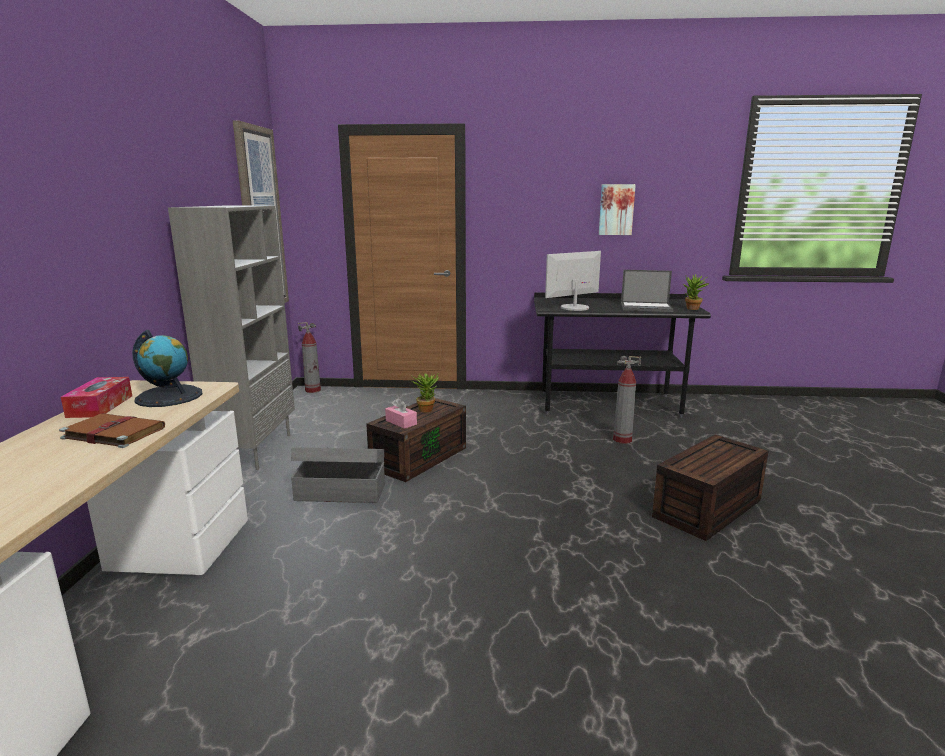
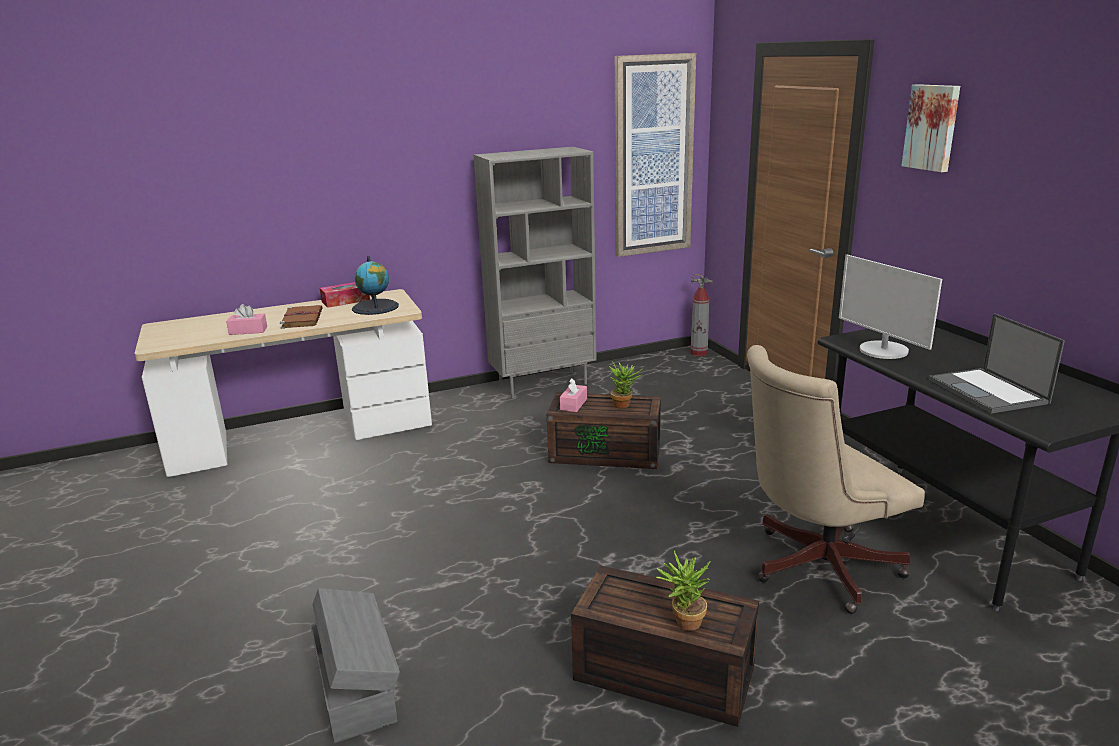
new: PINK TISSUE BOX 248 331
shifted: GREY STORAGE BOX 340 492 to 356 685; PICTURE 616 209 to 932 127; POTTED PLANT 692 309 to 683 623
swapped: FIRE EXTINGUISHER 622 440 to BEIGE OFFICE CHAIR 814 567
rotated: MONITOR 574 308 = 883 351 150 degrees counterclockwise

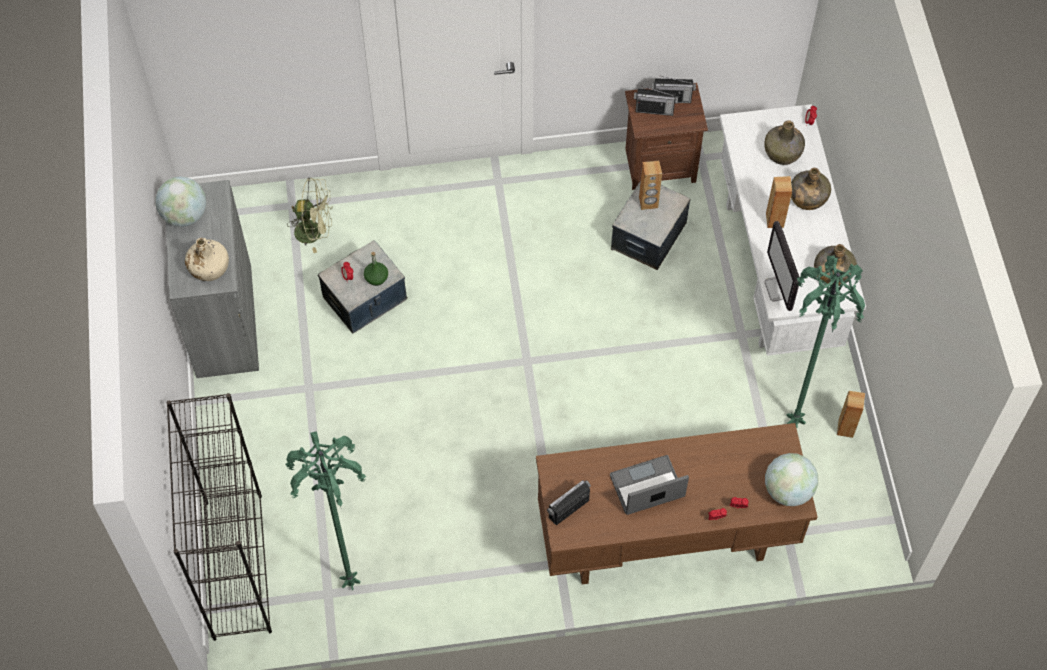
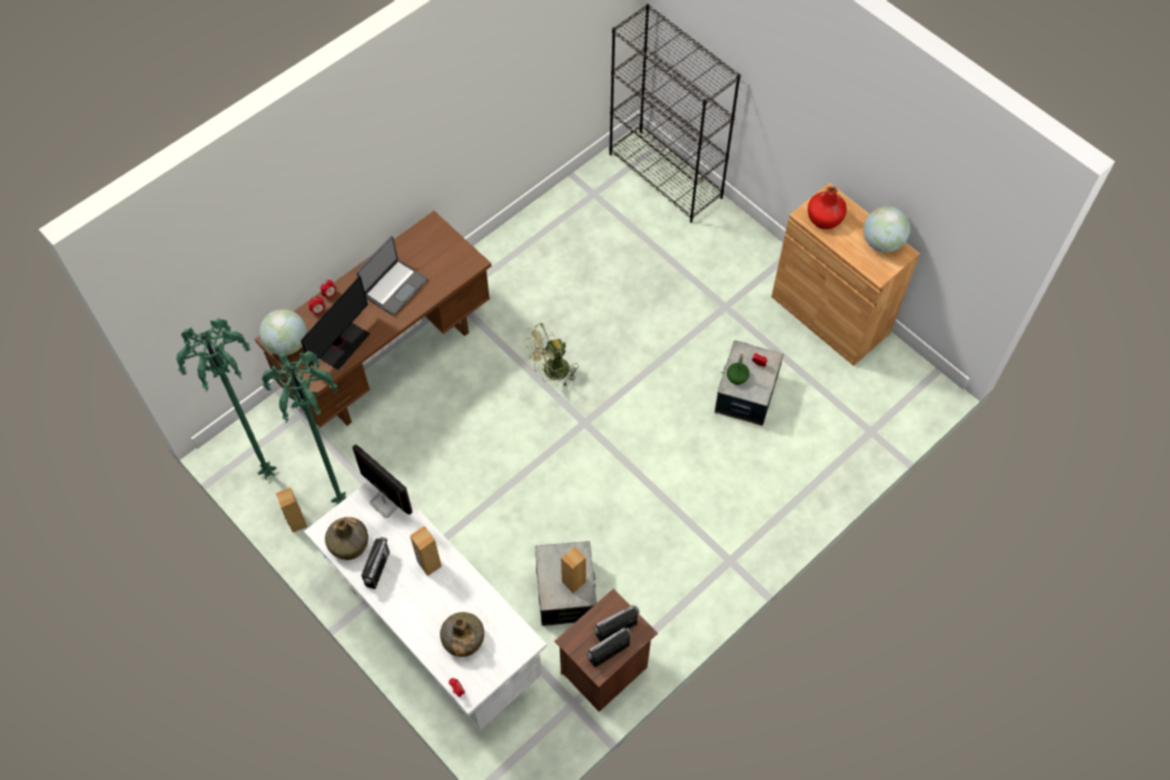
gone: GREEN BOTTLE 807 197
new: MONITOR 340 344
shifted: GREEN FLOOR LAMP 349 581 to 269 474; GREEN FAN 315 231 to 551 372; RADIO 569 509 to 377 569
repainted: GREY CABINET 224 320 to BROWN CABINET 830 315; BEIGE BOTTLE 209 267 to RED BOTTLE 825 218

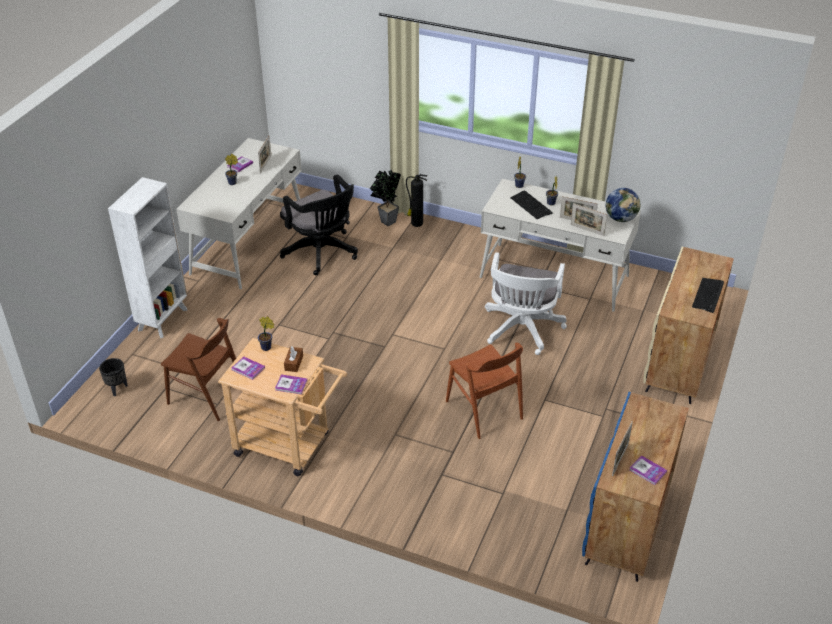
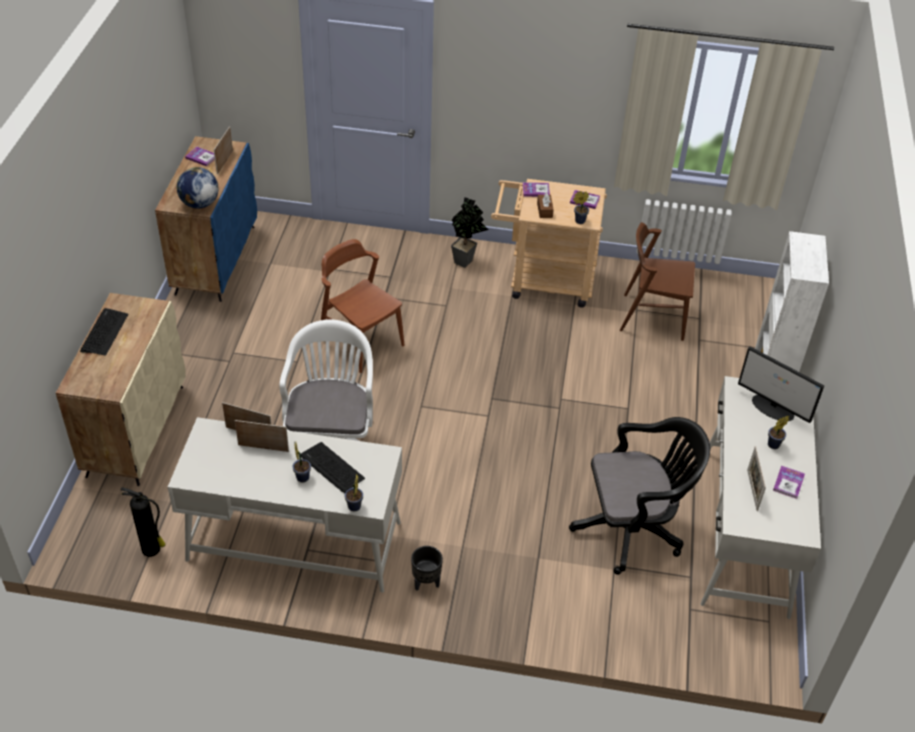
new: MONITOR 773 408
shifted: BLACK PLANTER 117 388 to 426 582; POTTED PLANT 385 222 to 466 260; FIRE EXTINGUISHER 416 223 to 152 549; GLOBE 621 218 to 199 204
rotated: BLACK OFFICE CHAIR 322 253 = 633 528 135 degrees clockwise

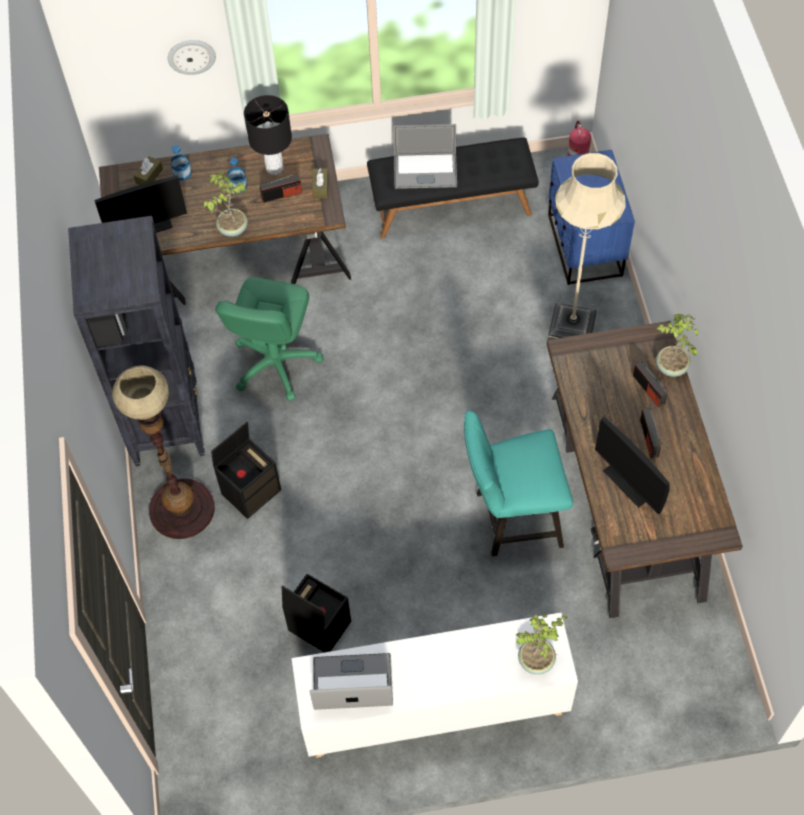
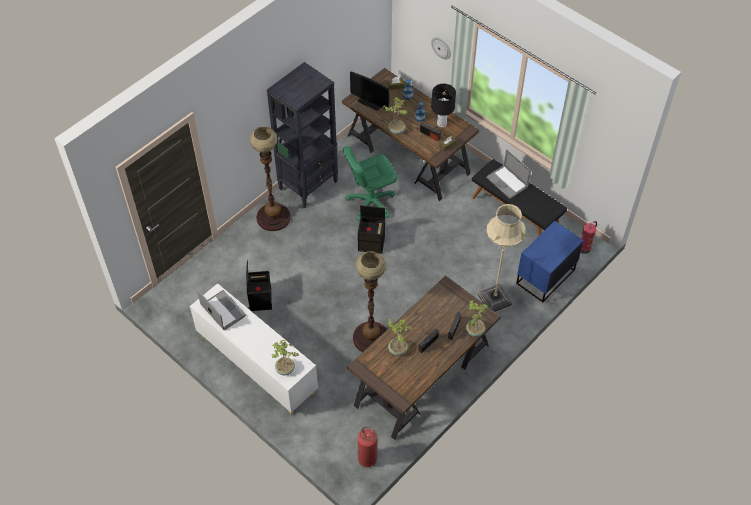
new: FIRE EXTINGUISHER 367 459
shifted: BLACK STORAGE BOX 251 490 to 372 243
swapped: TURQUOISE CHAIR 511 519 to FLOOR LAMP 371 337; MONITOR 629 482 to POTTED PLANT 398 349

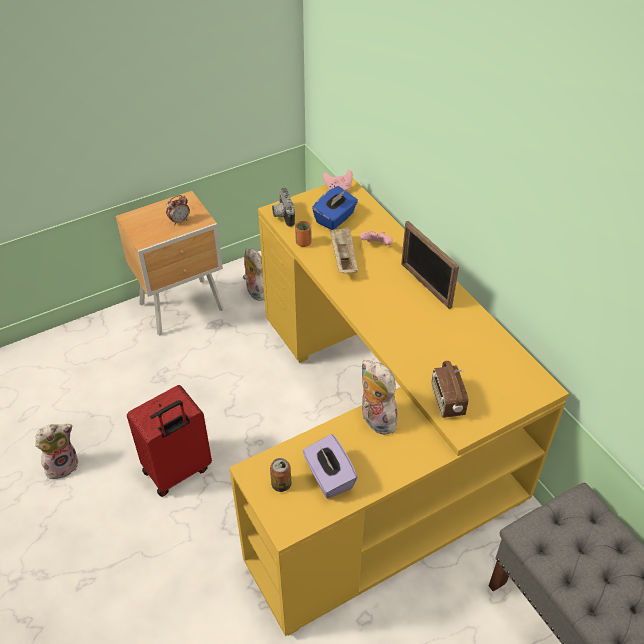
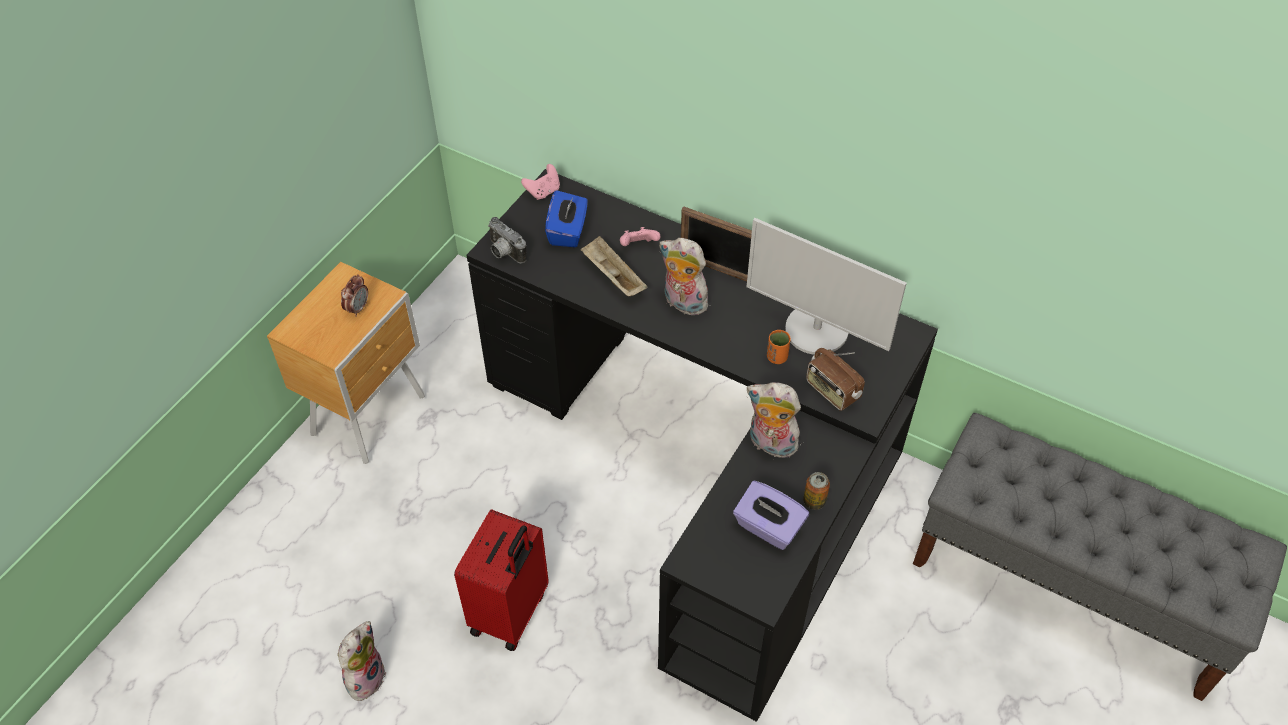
new: MONITOR 816 330
shifted: PLUSH TOY 255 291 to 682 303; CAN 281 484 to 814 501; ORANGE CUP 303 243 to 777 357
repainted: YELLOW DESK 374 441 to BLACK DESK 706 470

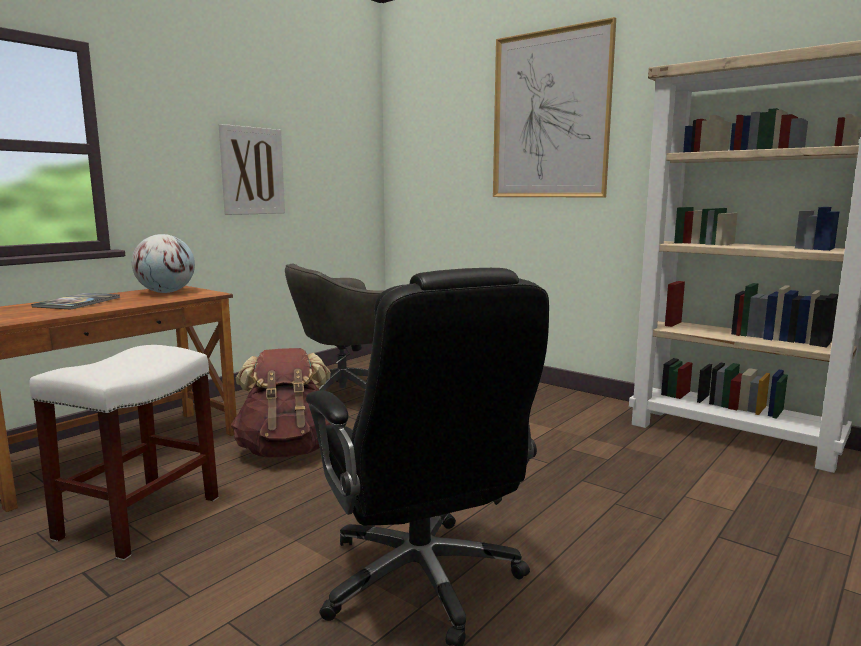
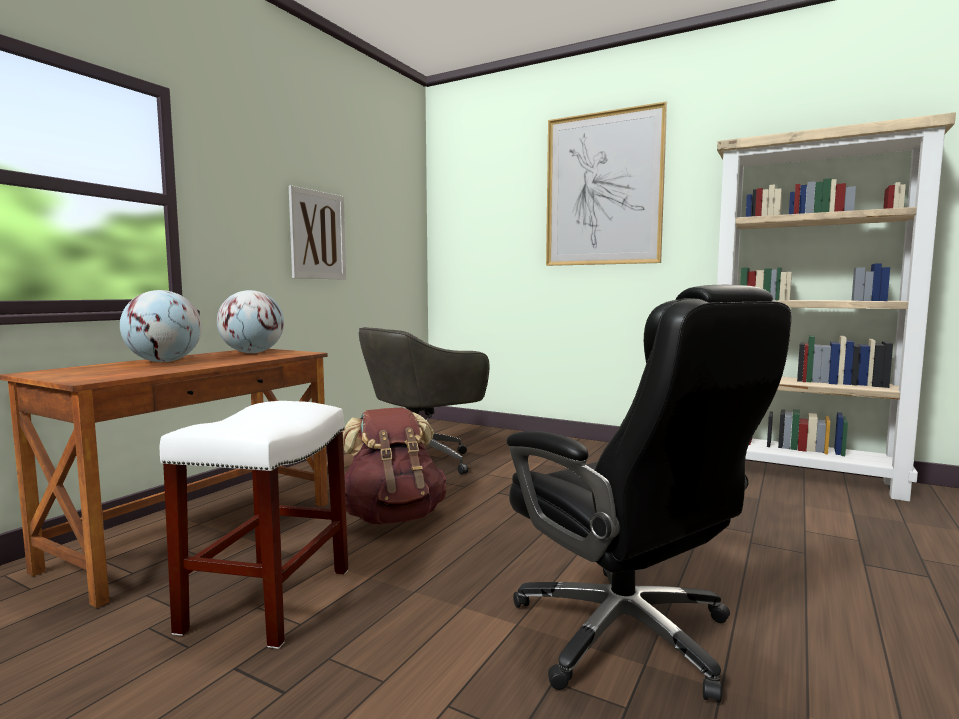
swapped: BOOK 78 302 to GLOBE 164 362

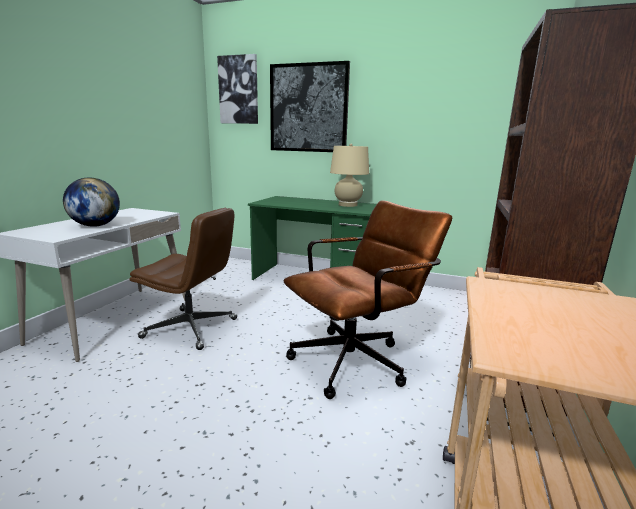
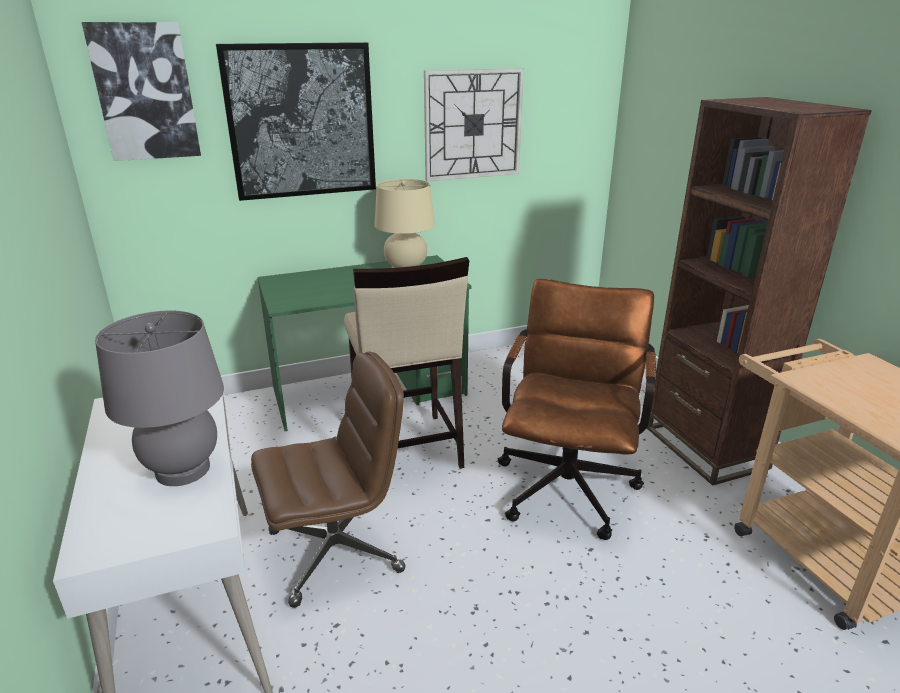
new: BEIGE STOOL 406 449; WALL CLOCK 473 124
swapped: GLOBE 95 225 to GREY TABLE LAMP 183 470

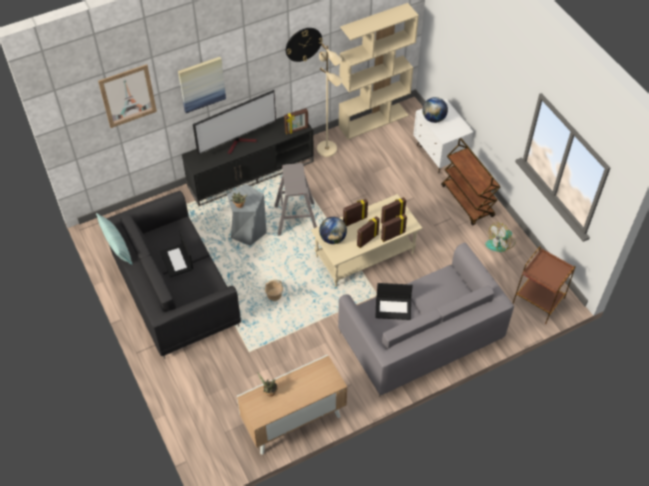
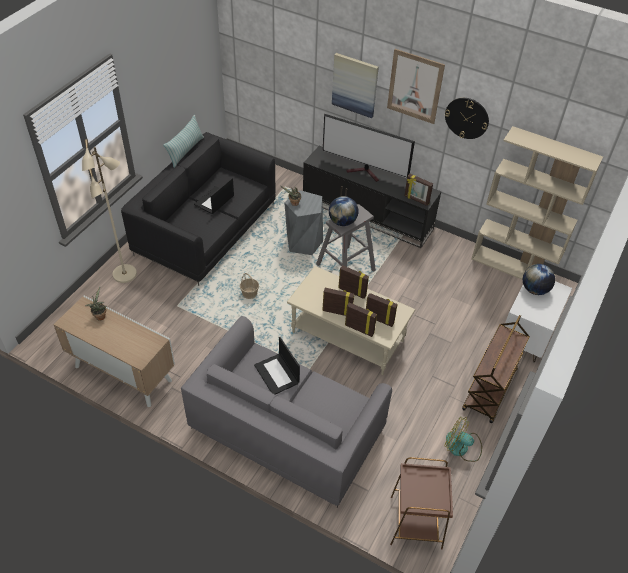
shifted: PICTURE 128 96 to 415 86; BEIGE FLOOR LAMP 327 149 to 125 274; GLOBE 333 238 to 342 222

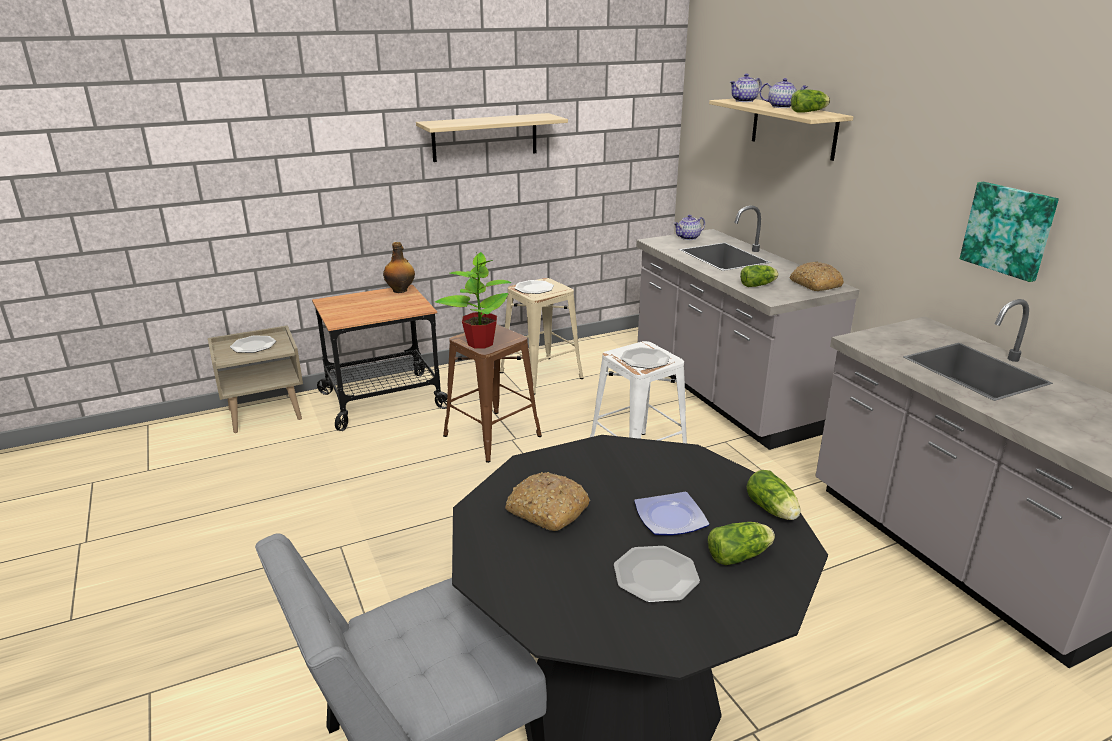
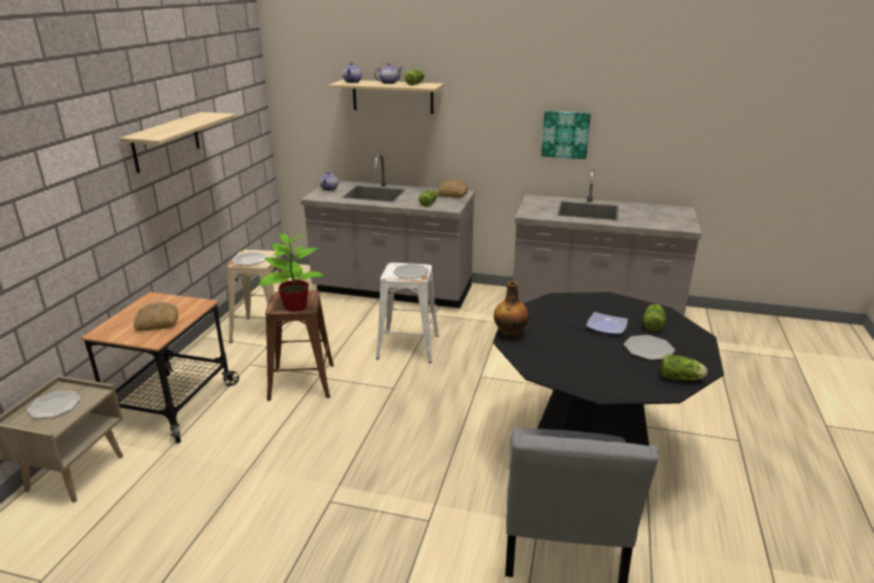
shifted: BOTTLE 400 290 to 510 333; BREAD 546 511 to 157 323; LETTUCE 773 511 to 682 378

